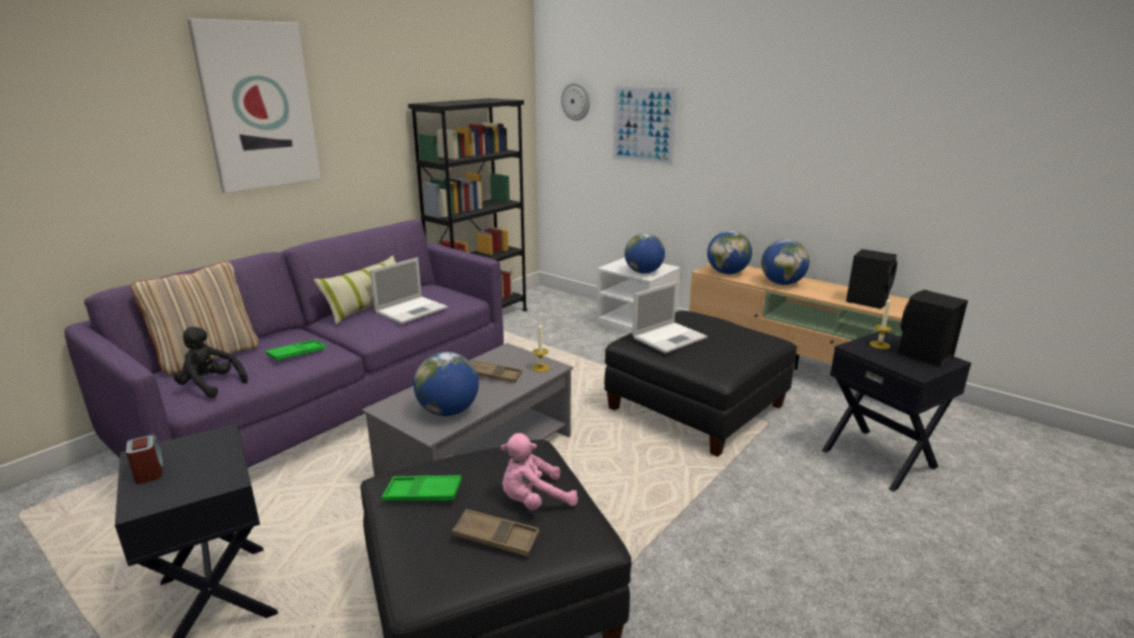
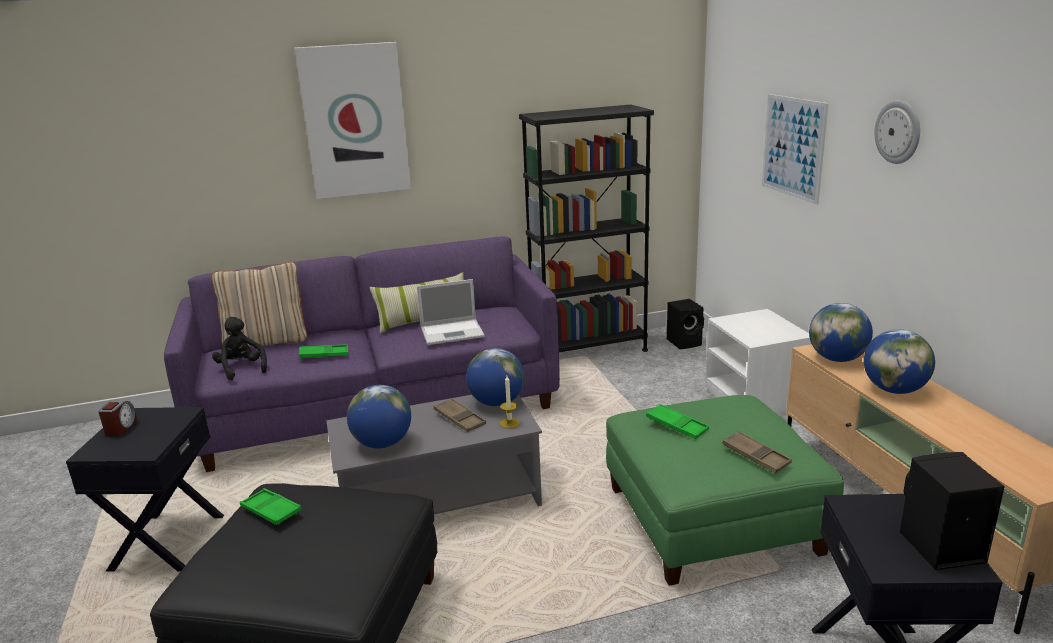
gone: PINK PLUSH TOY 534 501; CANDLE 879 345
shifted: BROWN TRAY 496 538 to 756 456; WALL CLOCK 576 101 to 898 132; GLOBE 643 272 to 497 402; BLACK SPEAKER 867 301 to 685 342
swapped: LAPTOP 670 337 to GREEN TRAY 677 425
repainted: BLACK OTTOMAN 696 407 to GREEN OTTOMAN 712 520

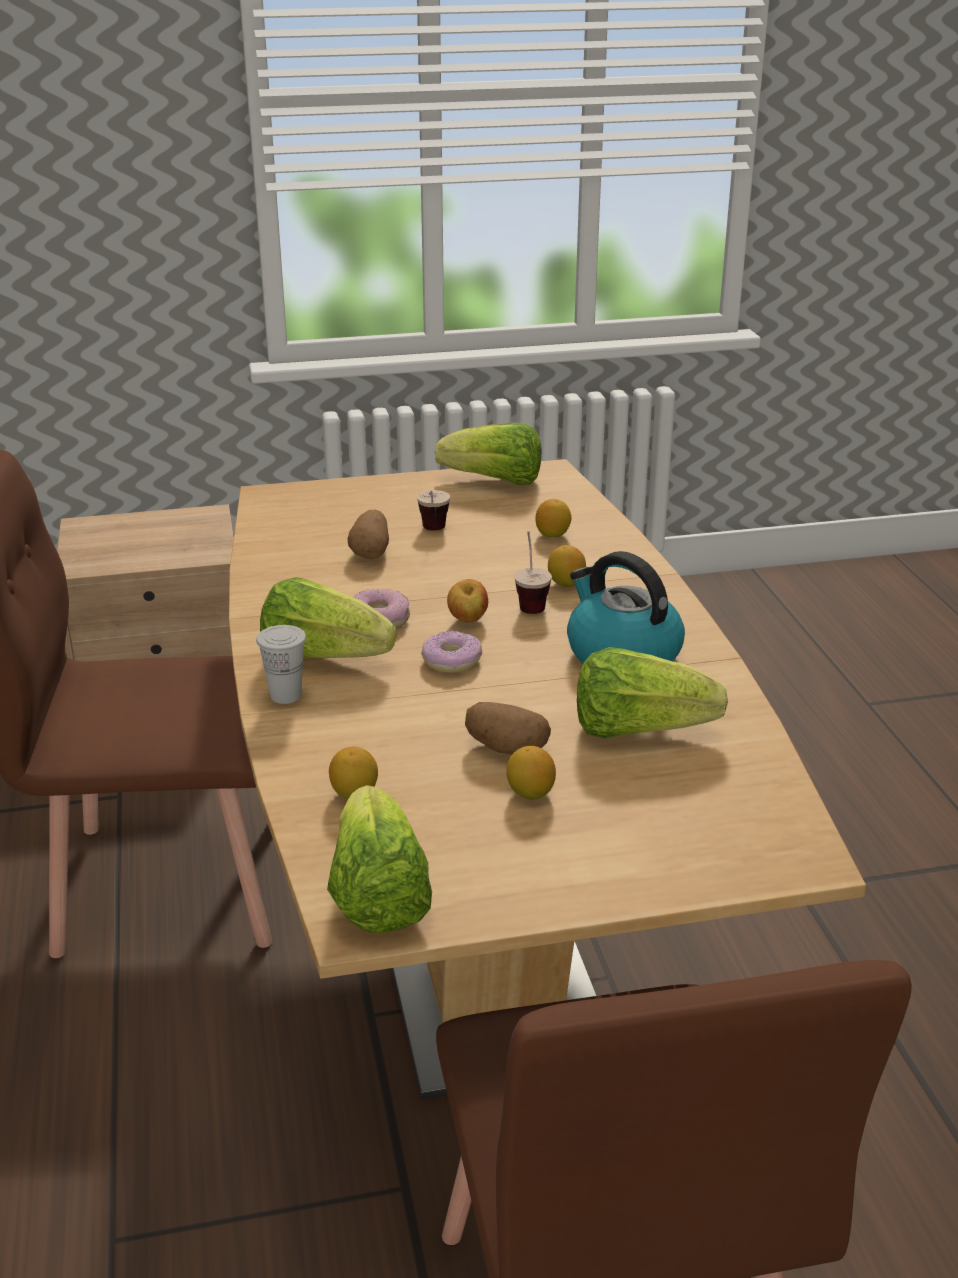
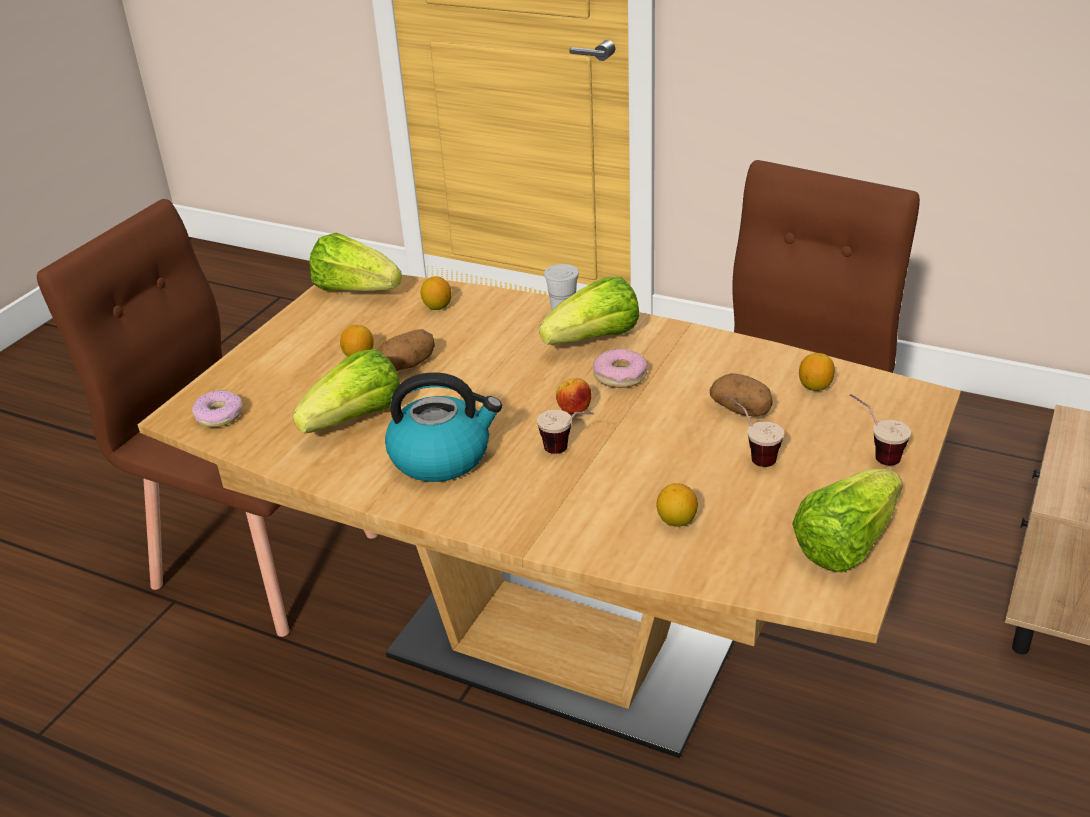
new: CUP 874 453
shifted: DONUT 451 660 to 219 415; LEMON 566 583 to 815 386

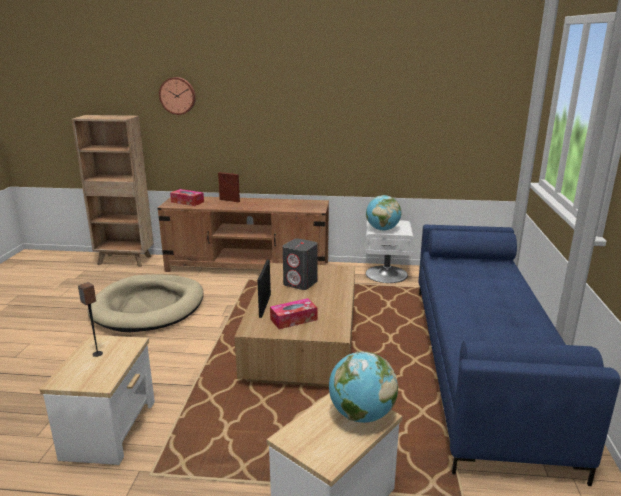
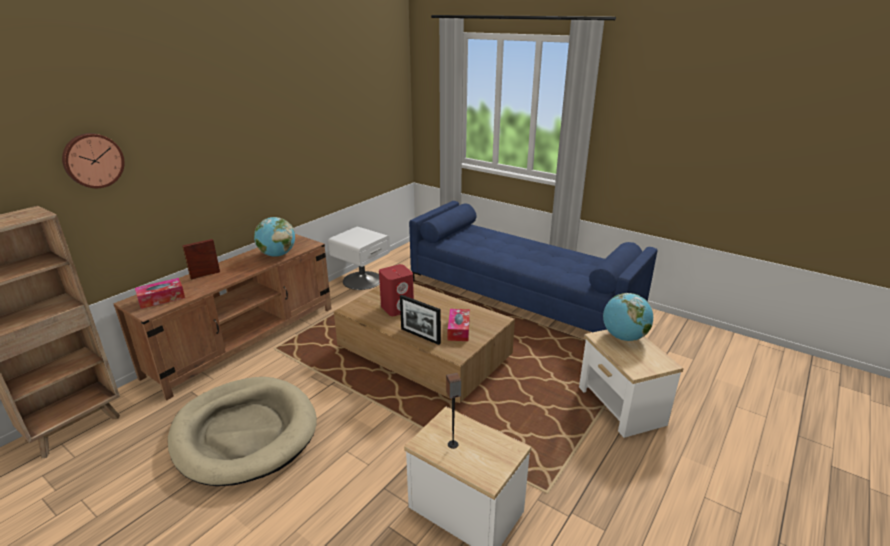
shifted: GLOBE 382 229 to 277 255
repainted: GREY SPEAKER 300 283 to RED SPEAKER 397 308

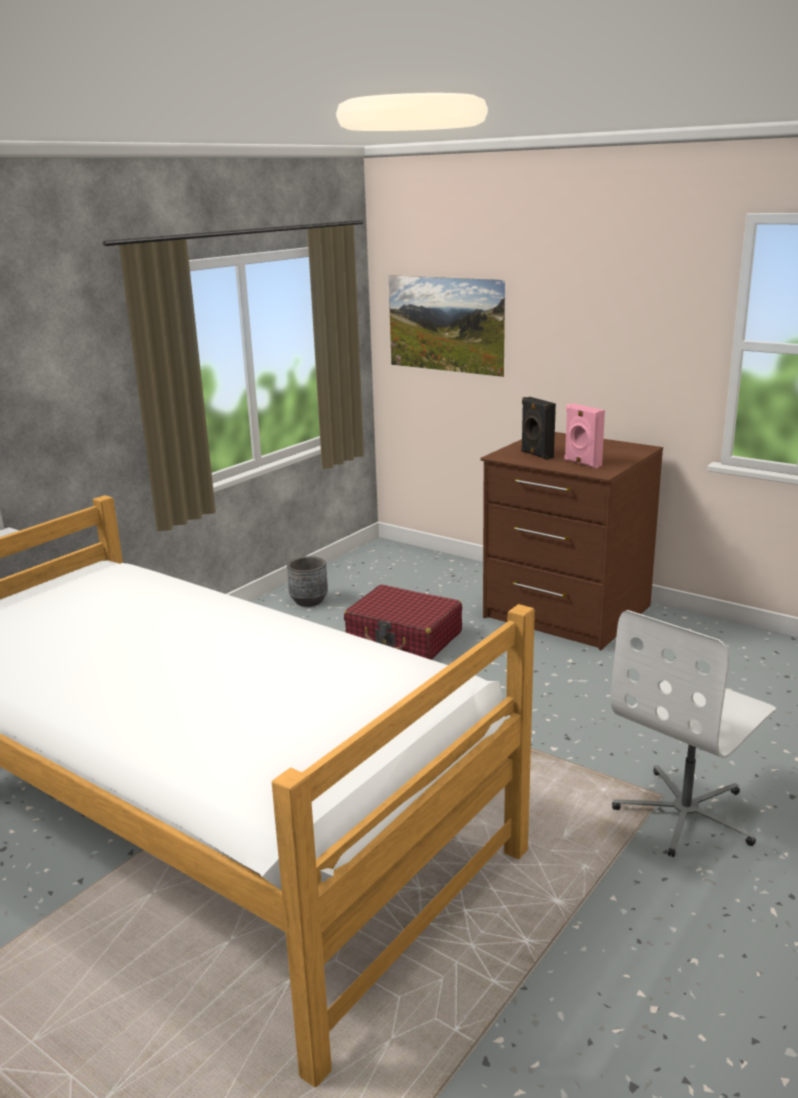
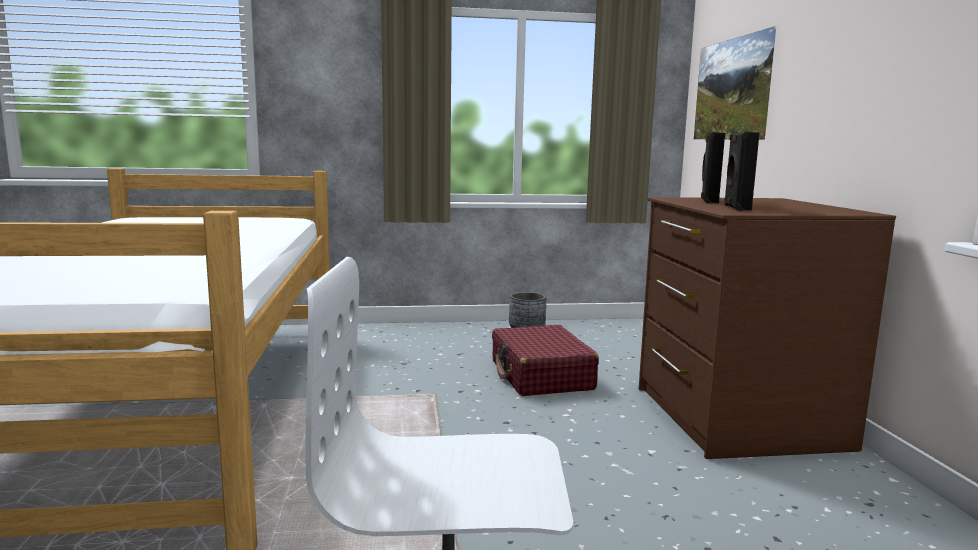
repainted: PINK SPEAKER 581 463 to BLACK SPEAKER 735 208

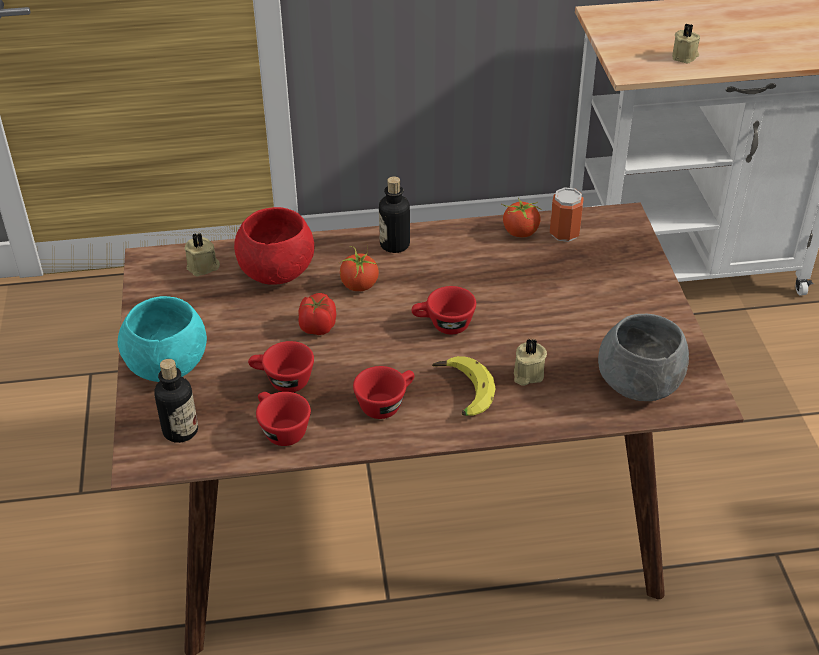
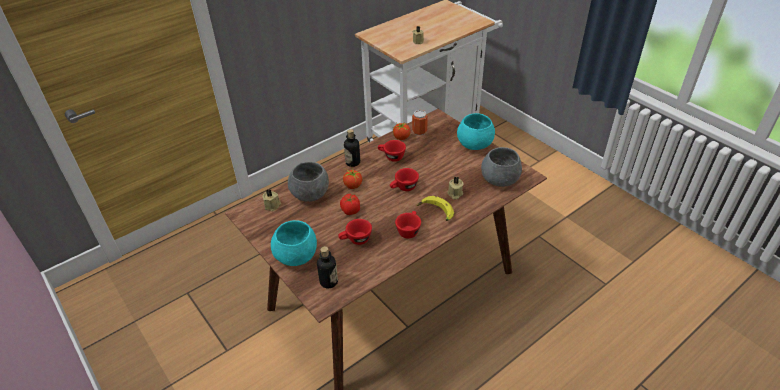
new: TURQUOISE BOWL 475 144
shifted: RED CUP 280 430 to 391 157
repainted: RED BOWL 276 273 to GREY BOWL 310 195

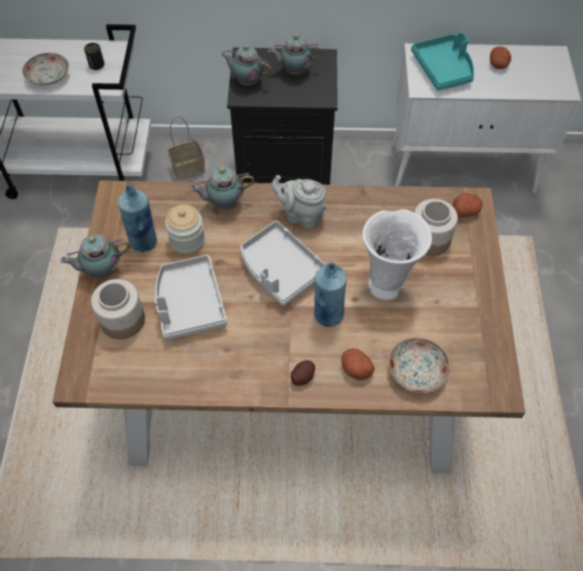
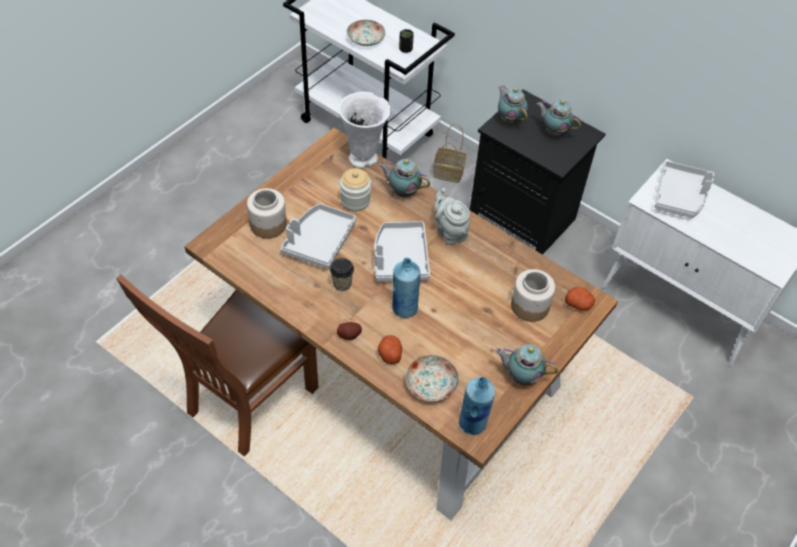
gone: POTATO 498 65
new: BROWN CHAIR 245 404; CUP 342 284
shifted: TEAPOT 101 271 to 521 376; BLUE BOTTLE 144 242 to 473 423; WHITE VASE 387 285 to 364 159
repainted: TURQUOISE TRAY 444 69 to GREY TRAY 680 196

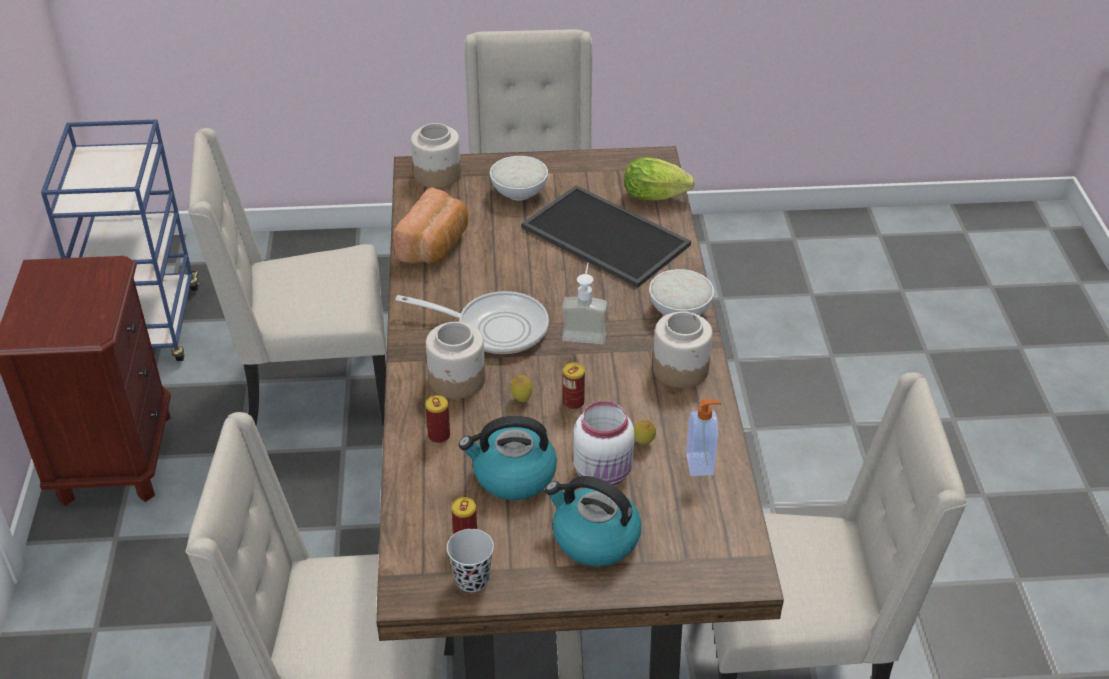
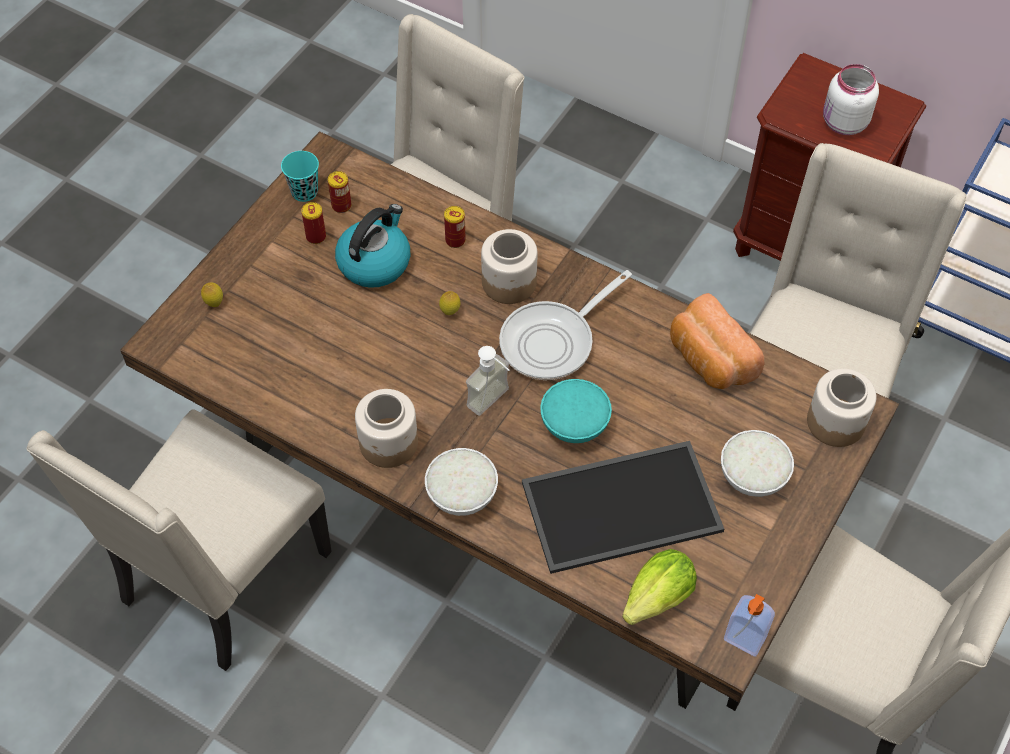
gone: KETTLE 594 538
new: TURQUOISE BOWL 574 424
shifted: CAN 573 402 to 316 236; WHITE JAR 604 473 to 843 123; LEMON 643 443 to 214 303; SOAP DISPENSER 701 464 to 744 640
repainted: BLACK CUP 472 579 to TURQUOISE CUP 304 192

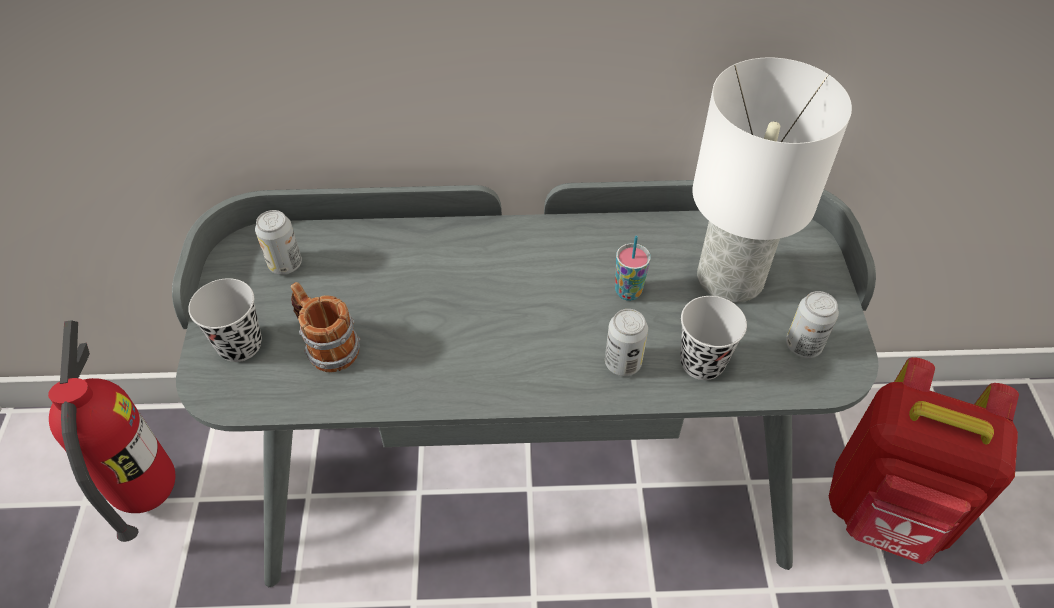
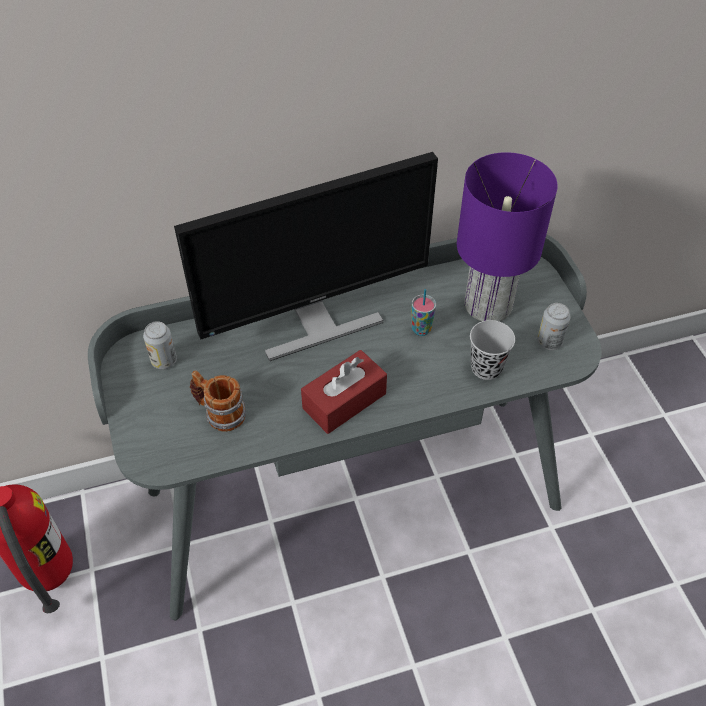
gone: BLACK CUP 240 345; CAN 623 363; RED BACKPACK 886 513
new: MONITOR 315 323; RED TISSUE BOX 344 401
repainted: WHITE TABLE LAMP 730 276 to PURPLE TABLE LAMP 487 304

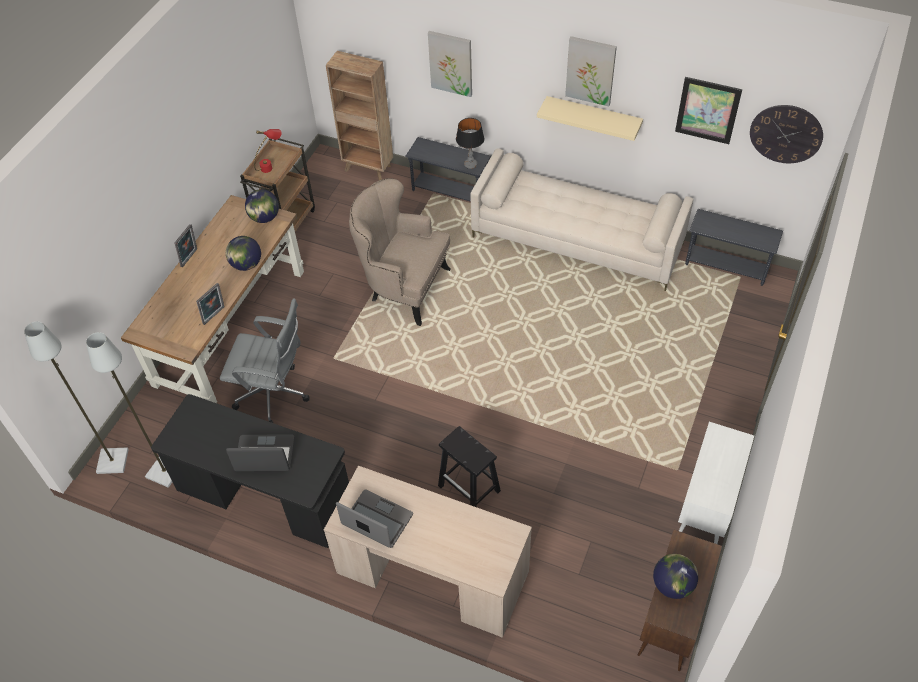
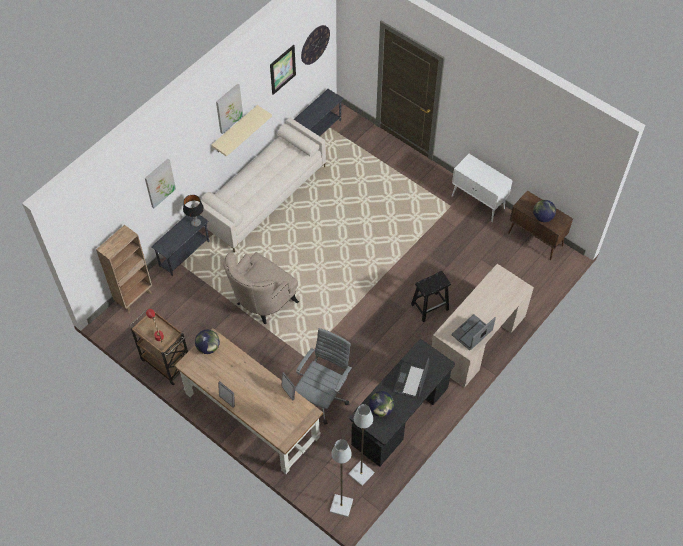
shifted: GLOBE 246 264 to 381 409

